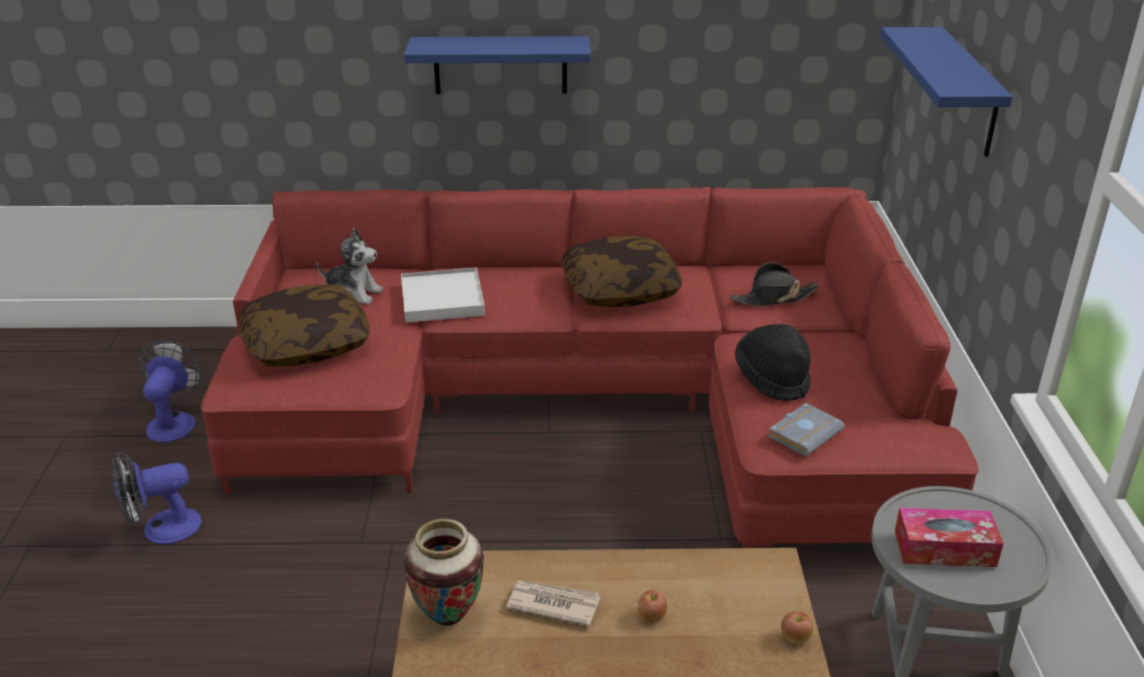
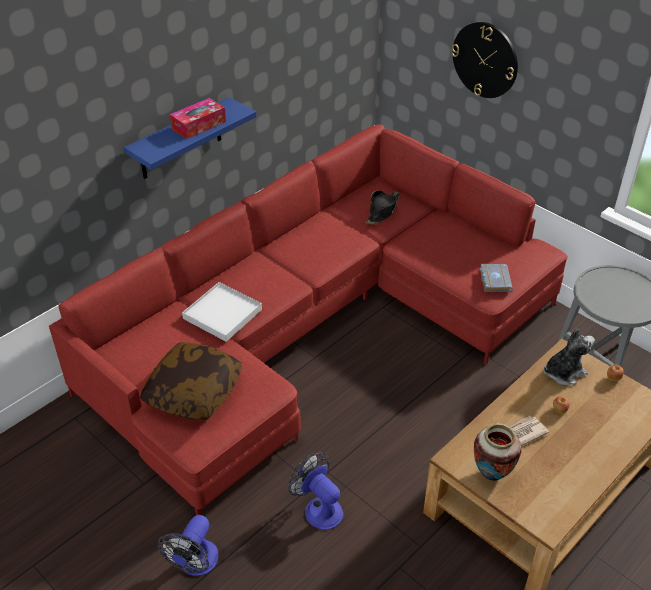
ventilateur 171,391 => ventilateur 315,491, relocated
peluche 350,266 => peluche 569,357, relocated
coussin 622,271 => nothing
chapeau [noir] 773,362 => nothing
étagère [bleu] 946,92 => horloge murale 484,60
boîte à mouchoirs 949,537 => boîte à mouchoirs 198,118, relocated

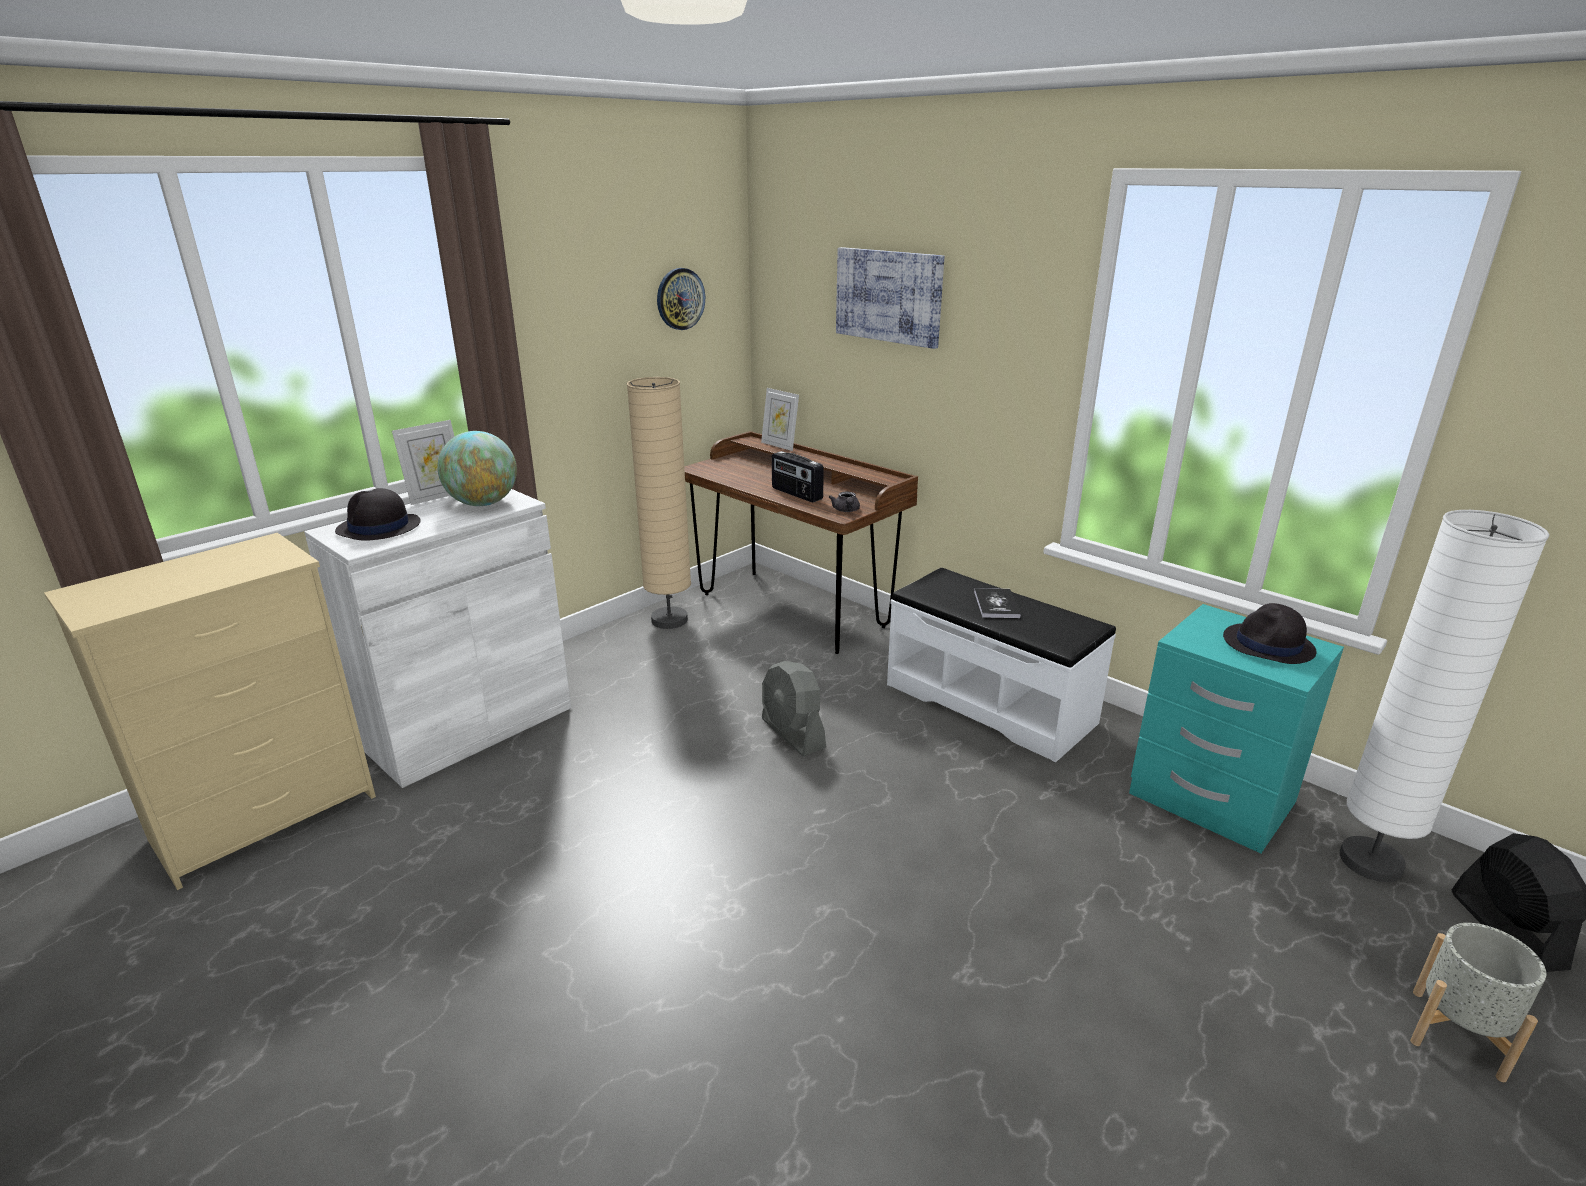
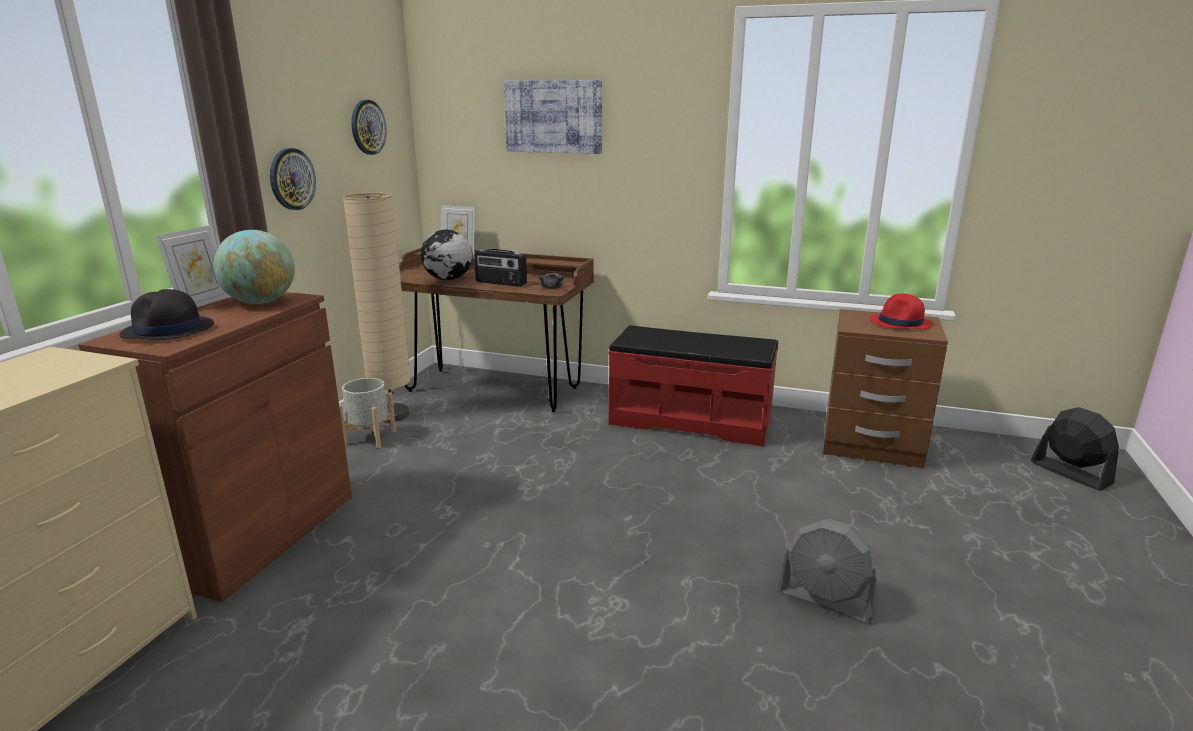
meuble de rangement [blanc] 437,638 => meuble de rangement [marron] 215,447
ventilateur [gris] 794,708 => ventilateur [gris] 827,572, relocated
banc [blanc] 1001,665 => banc [rouge] 693,386
livre 997,603 => nothing
table de chevet [turquoise] 1236,728 => table de chevet [marron] 885,388
chapeau [noir] 1270,633 => chapeau [rouge] 901,311
lampadaire [blanc] 1444,696 => nothing
cache-pot [gris] 1478,1002 => cache-pot [gris] 367,413, relocated
nothing => horloge murale 293,179
nothing => globe 447,255

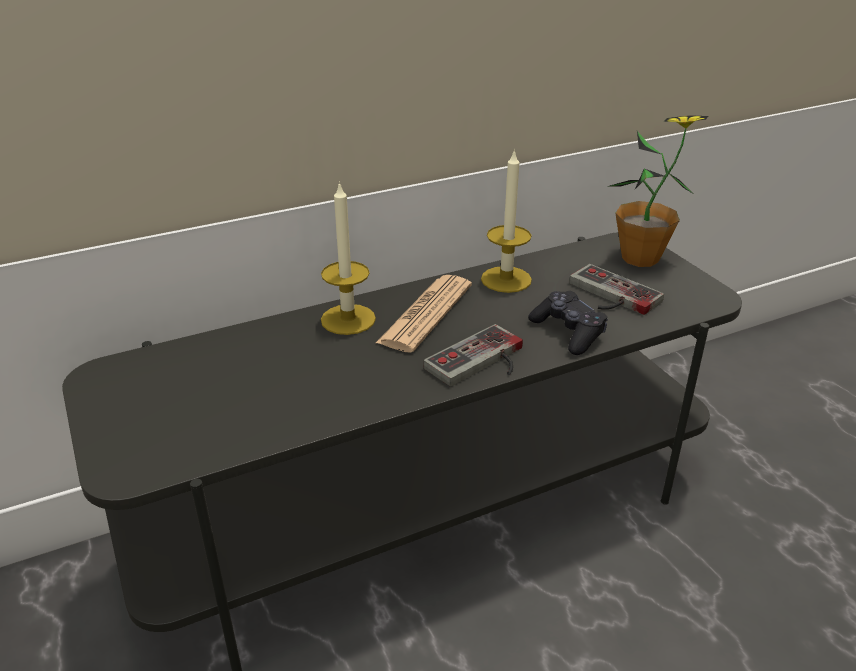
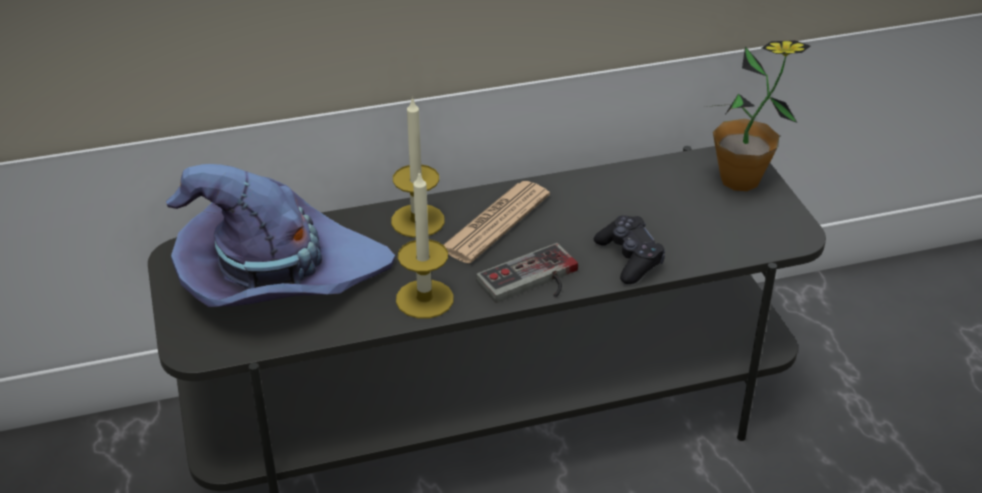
bougie 506,221 => bougie 425,245, relocated
manette 616,289 => nothing
nothing => chapeau [violet] 280,235

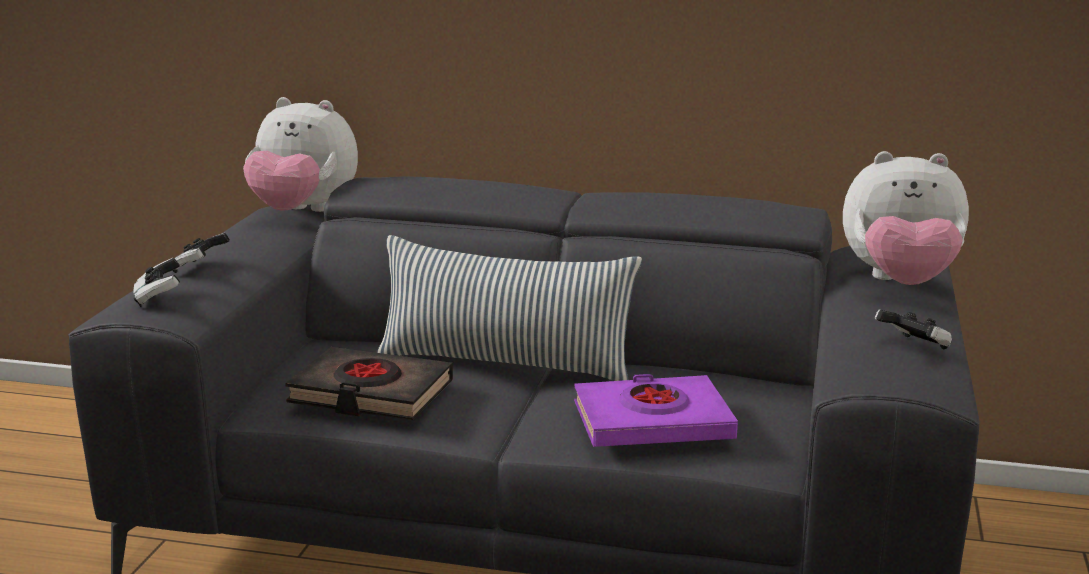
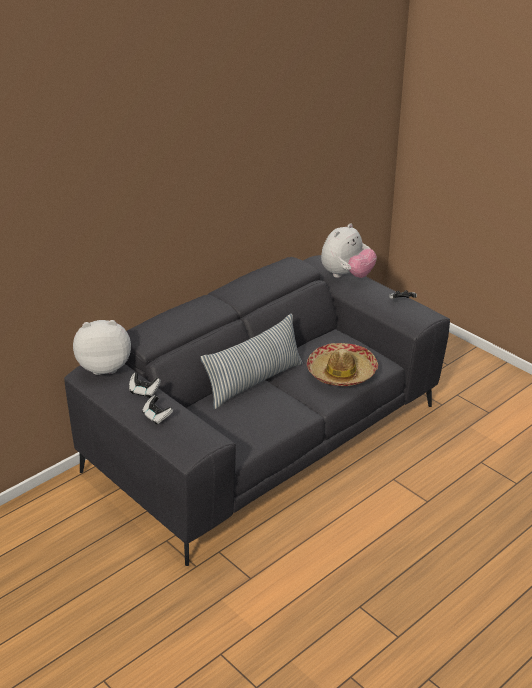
manette 156,282 => manette 145,385, relocated
peluche 300,154 => peluche 102,347, 150 degrees counterclockwise
livre [noir] 369,383 => nothing
livre [violet] 656,410 => chapeau 342,364

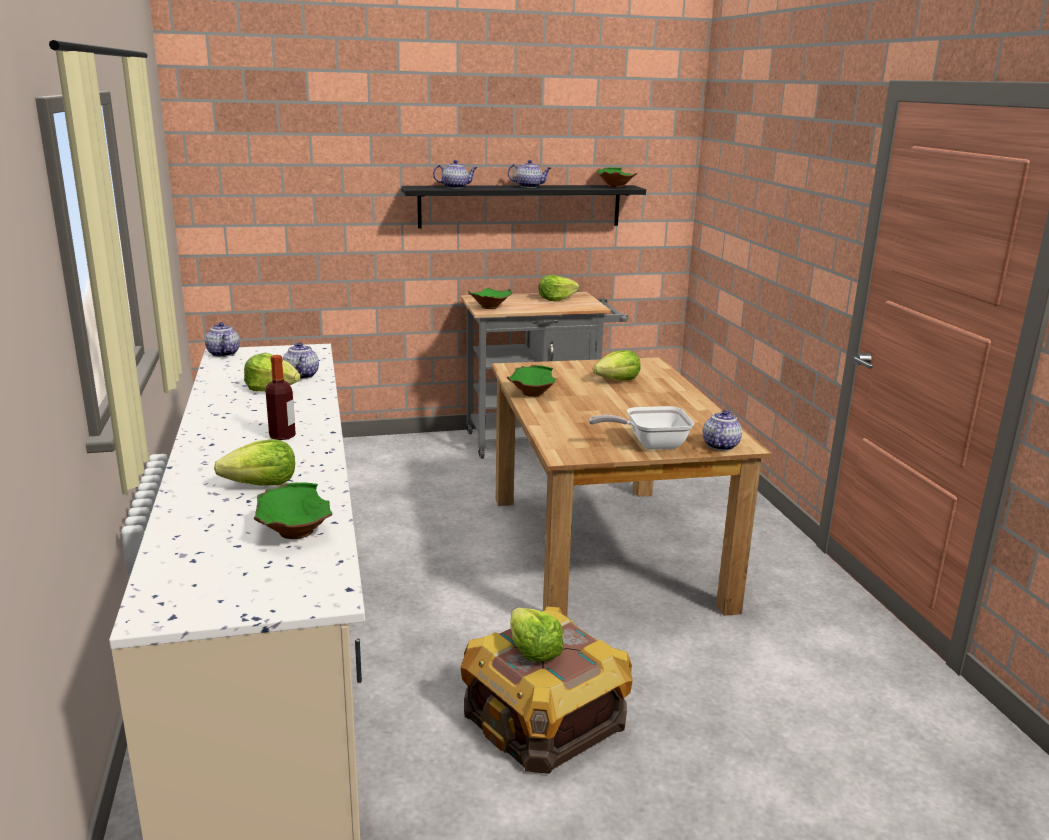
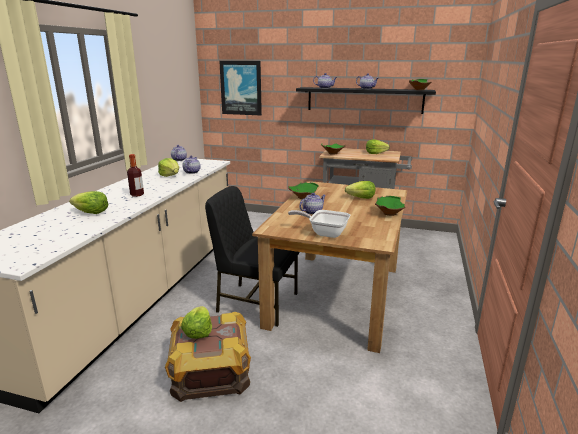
bol [vert] 293,511 => bol [vert] 390,206, relocated
théière 722,430 => théière 312,204, relocated
nothing => chaise [noir] 252,256
nothing => tableau 240,88

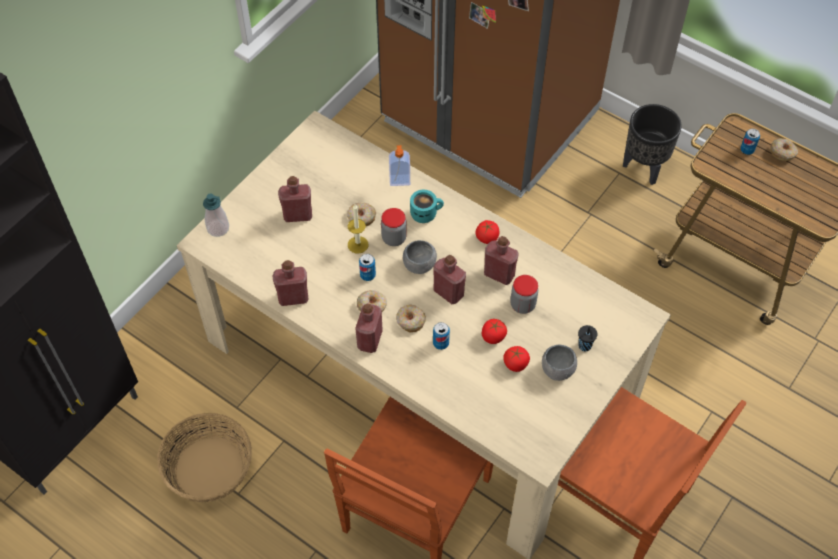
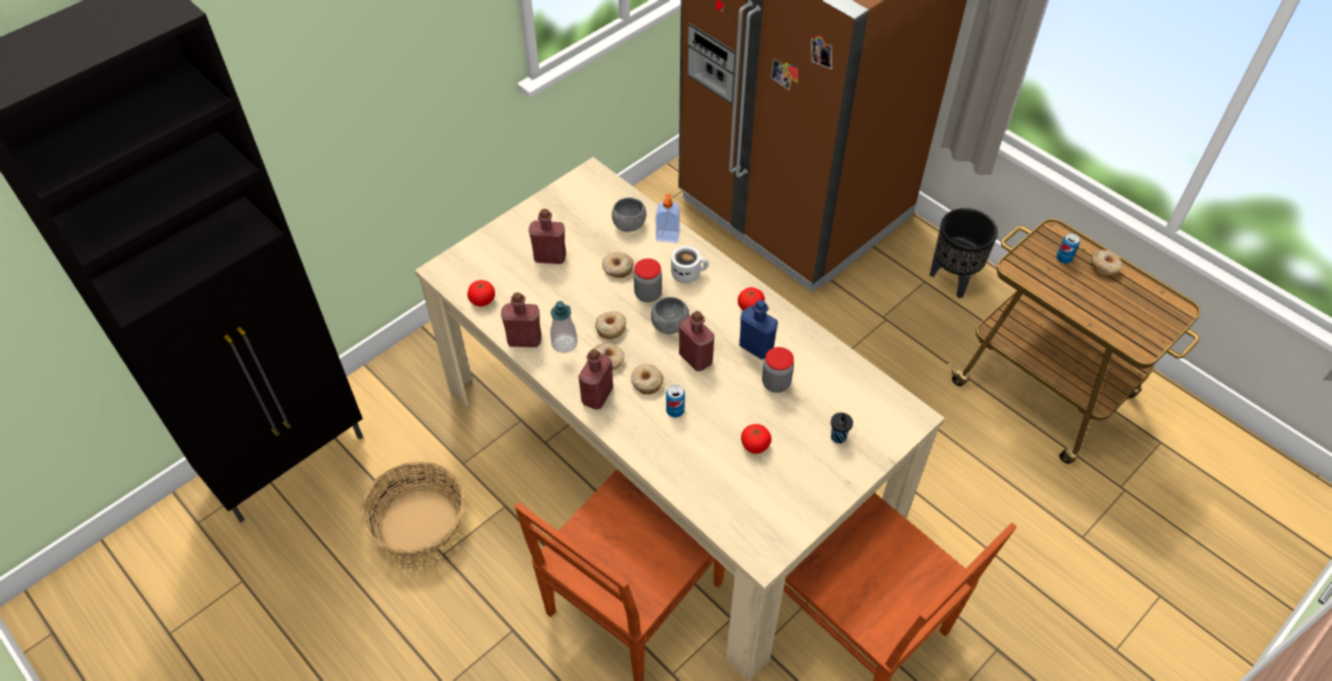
distributeur de savon 216,215 => distributeur de savon 564,327, relocated
bougie 358,229 => nothing
boîte métallique 367,267 => beignet 611,325
mug [turquoise] 427,206 => mug [blanc] 690,264
tomate 494,331 => tomate 481,293, relocated
bouteille [rouge] 501,260 => bouteille [bleu] 758,330
bol [gris] 559,363 => bol [gris] 629,214, relocated

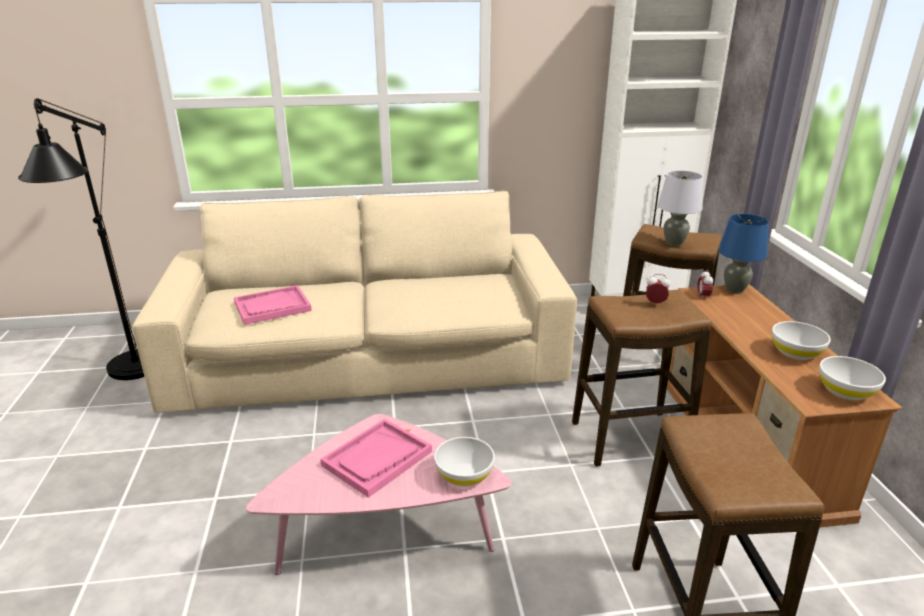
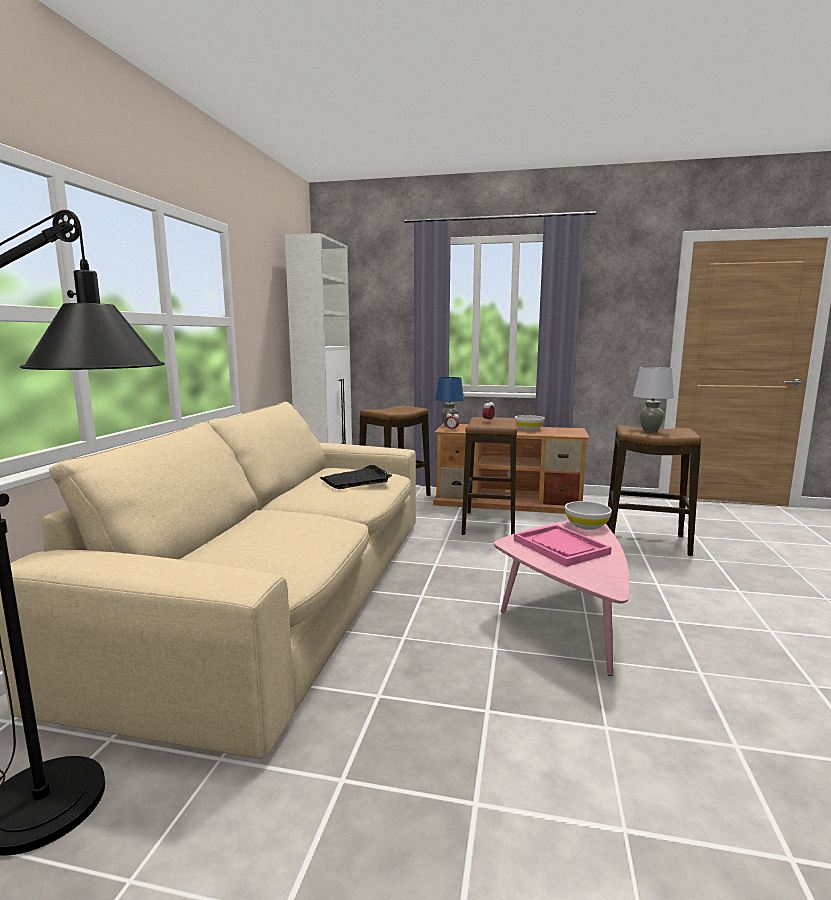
plateau [rose] 273,305 => nothing
lampe de table [gris] 680,208 => lampe de table [gris] 653,399, relocated
bol [blanc] 852,378 => nothing
nothing => plateau [noir] 355,477

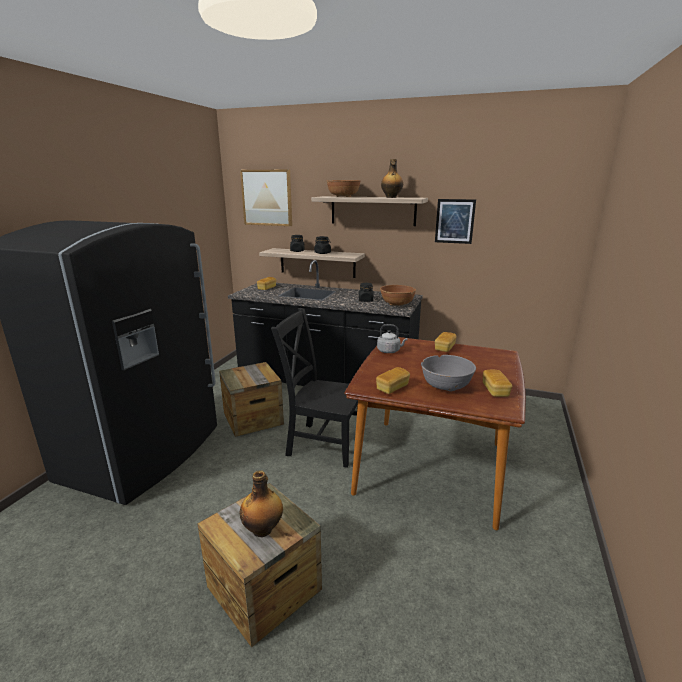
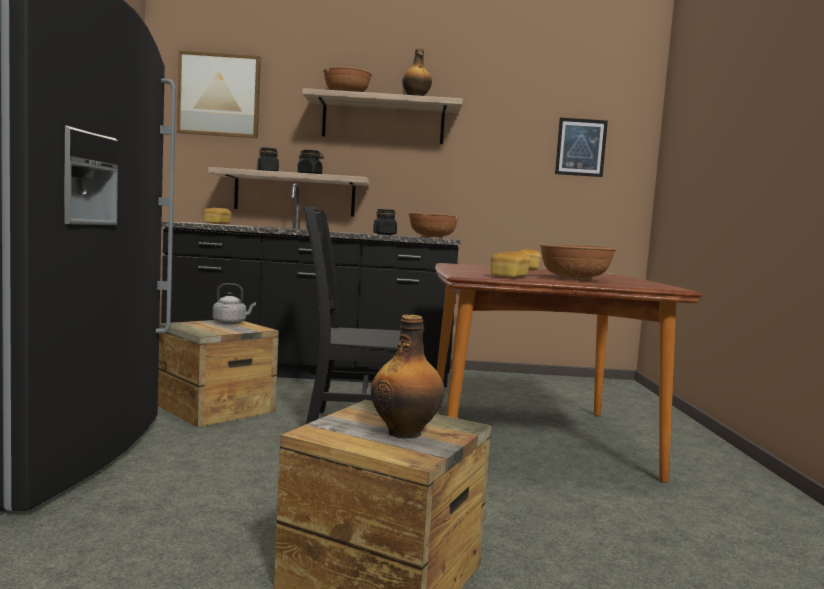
bouilloire [gris] 392,338 => bouilloire [gris] 234,303, relocated
bol [gris] 448,373 => bol [marron] 578,262
tableau 455,221 => tableau 581,147, relocated
pain 497,383 => nothing

